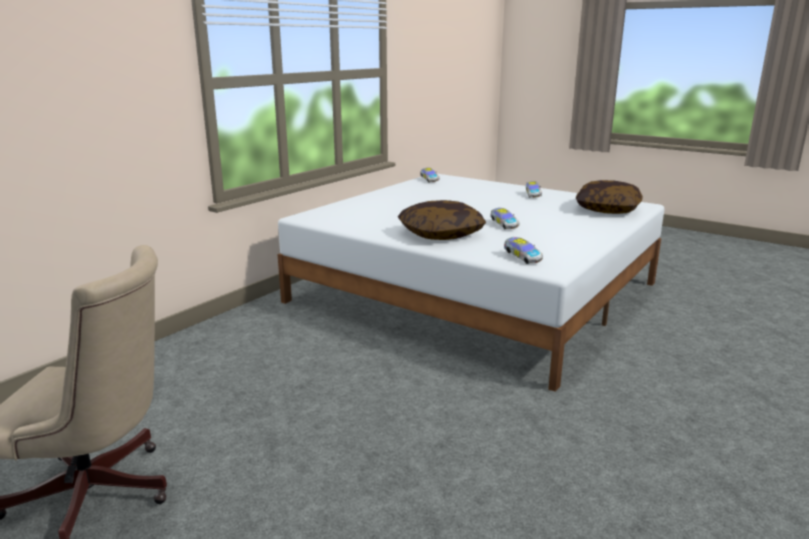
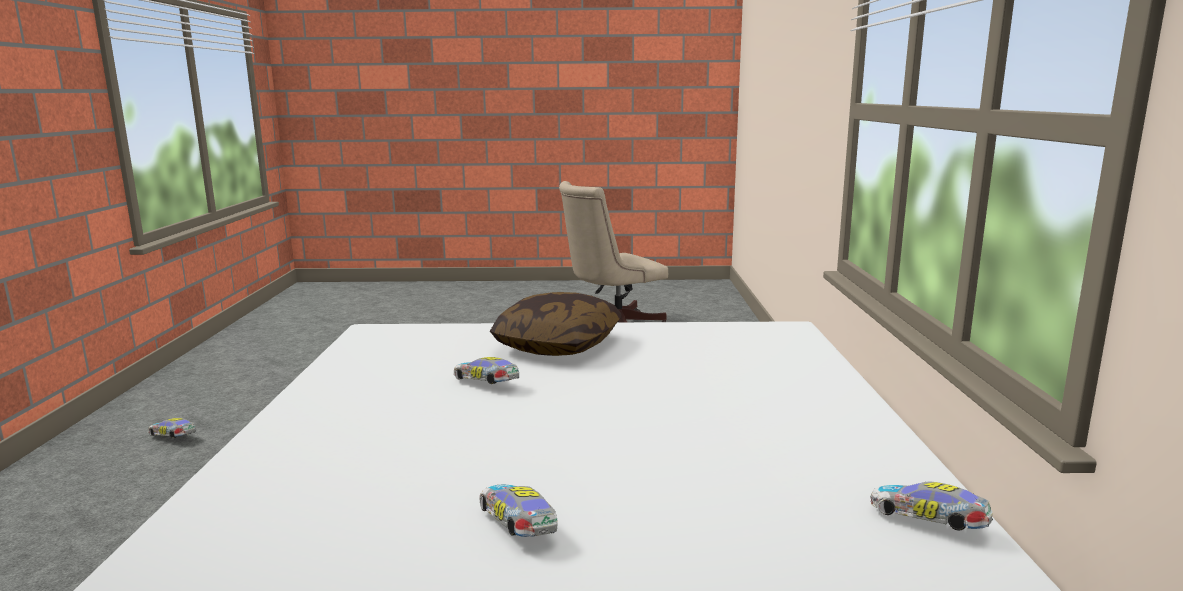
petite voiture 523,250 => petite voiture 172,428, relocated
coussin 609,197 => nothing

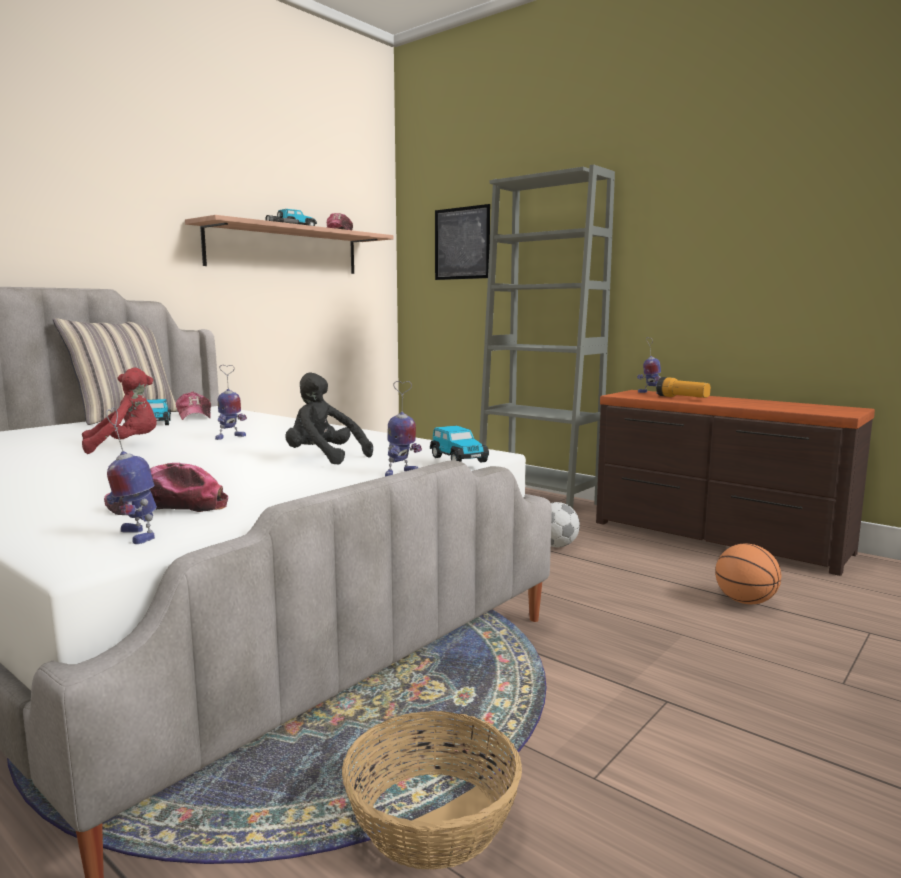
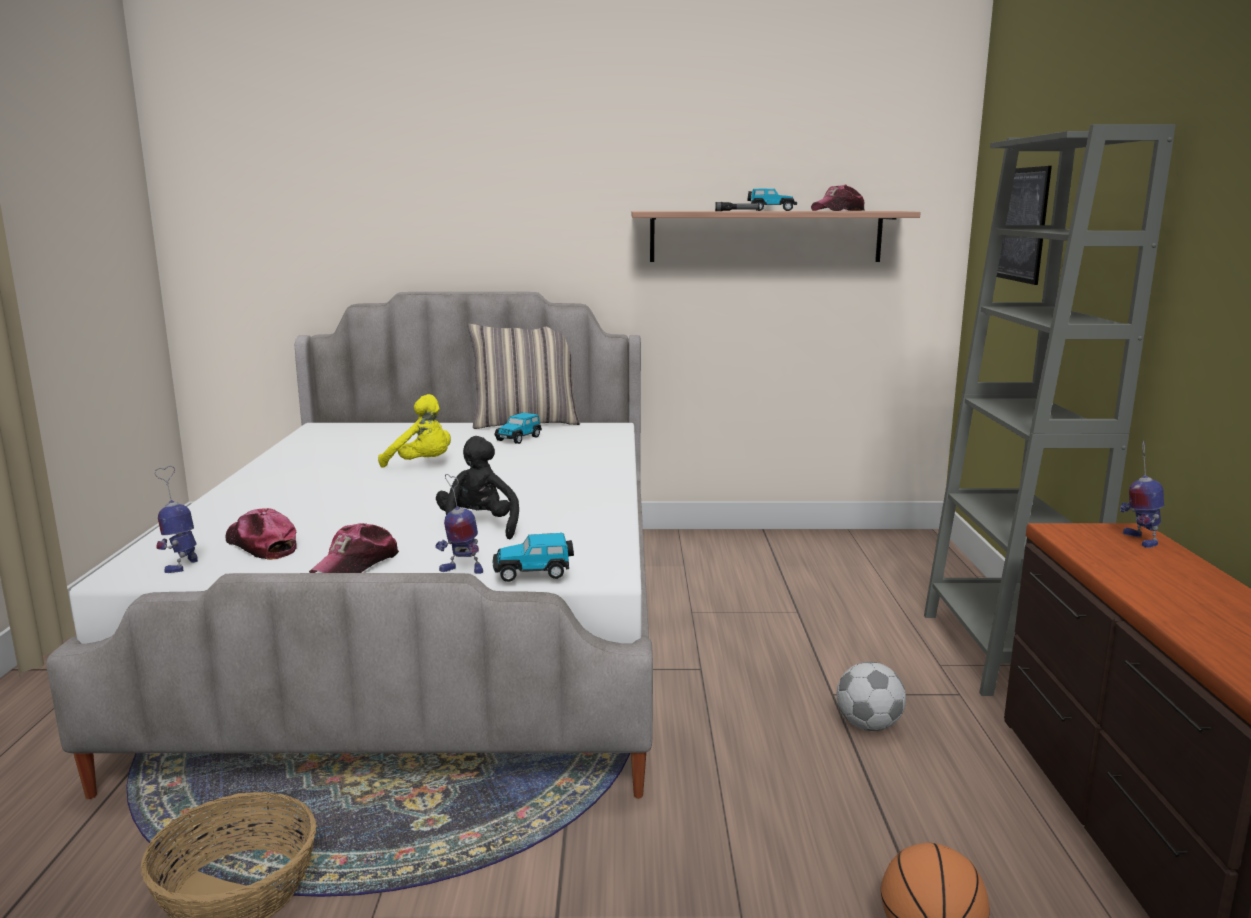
peluche [rouge] 119,411 => peluche [jaune] 414,431
casquette 193,406 => casquette 354,548, relocated
robot jouet 231,402 => nothing
petite voiture 459,444 => petite voiture 533,557, 60 degrees clockwise
lampe de poche 683,387 => nothing

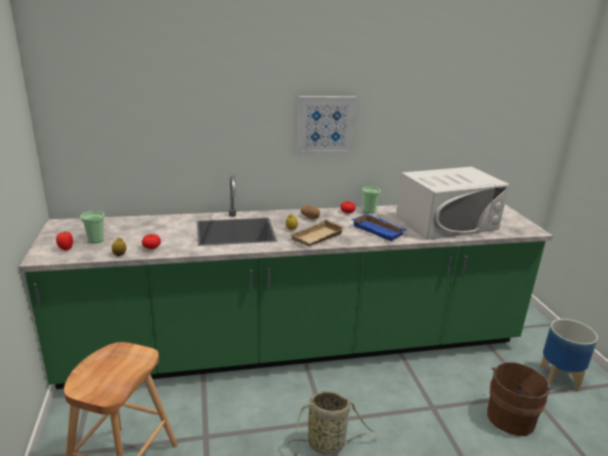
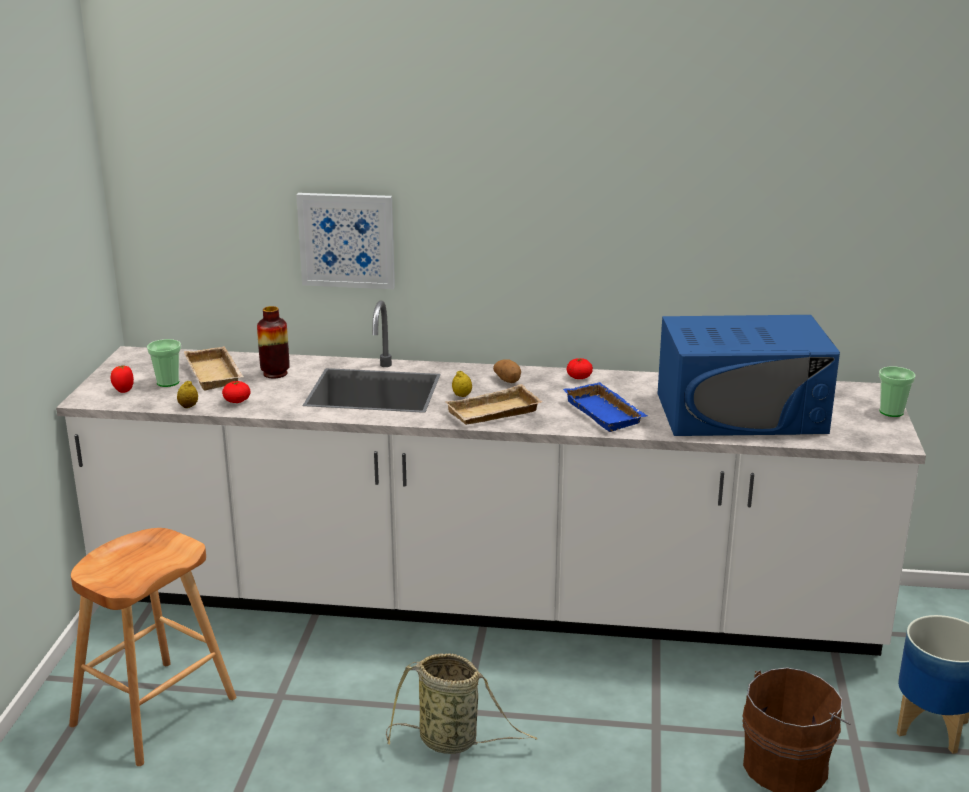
comptoir de cuisine [vert] 286,282 => comptoir de cuisine [blanc] 491,478
tableau 326,125 => tableau 345,241, relocated
tasse 371,199 => tasse 897,391, relocated
micro-ondes [blanc] 452,203 => micro-ondes [bleu] 749,375
nothing => plateau [beige] 214,368
nothing => vase 273,342

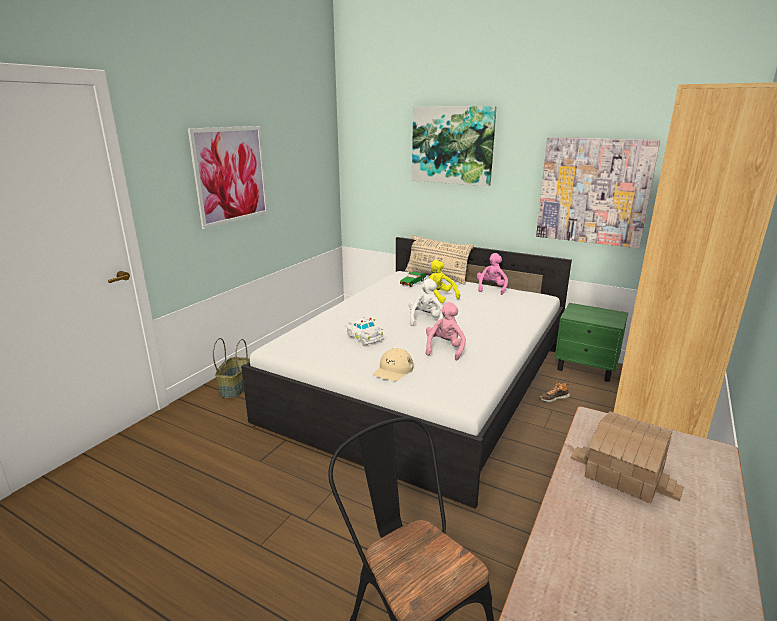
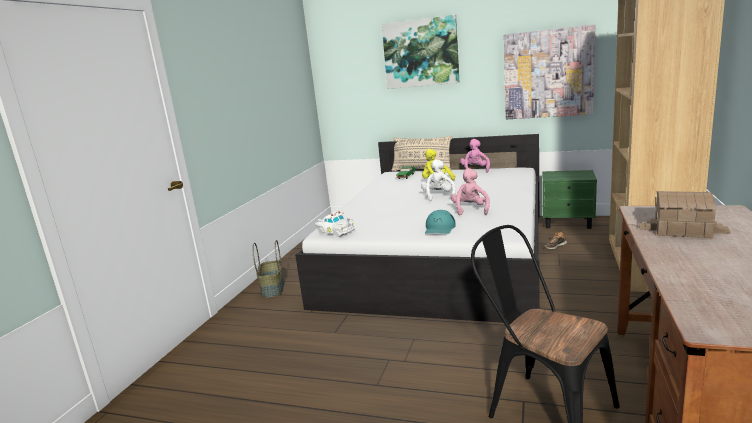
tableau 228,177 => nothing
petite voiture [blanc] 364,331 => petite voiture [blanc] 335,224, relocated
casquette [beige] 393,364 => casquette [turquoise] 440,222

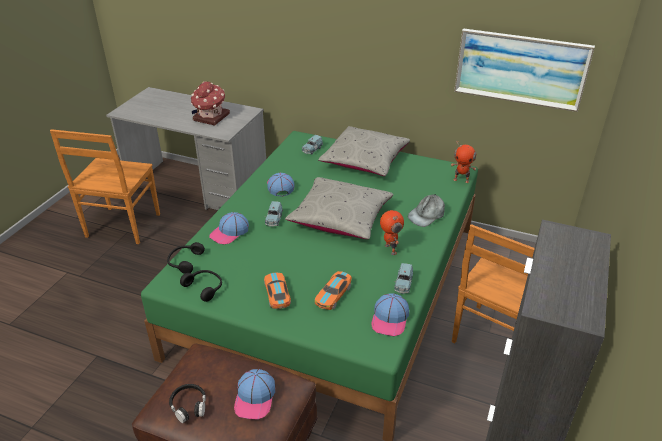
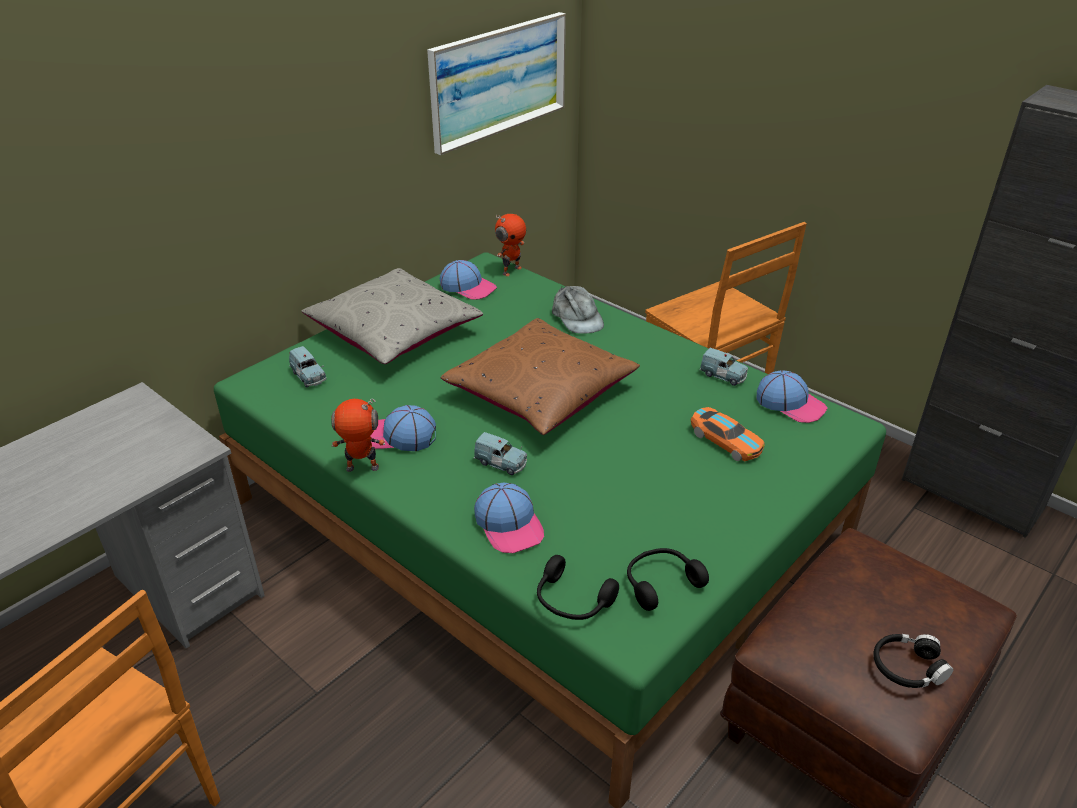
maison miniature 210,103 => nothing
casquette 254,394 => casquette 468,280, relocated
petite voiture 277,291 => nothing
coussin [gris] 339,208 => coussin [marron] 540,376
robot jouet 392,232 => robot jouet 358,435, relocated

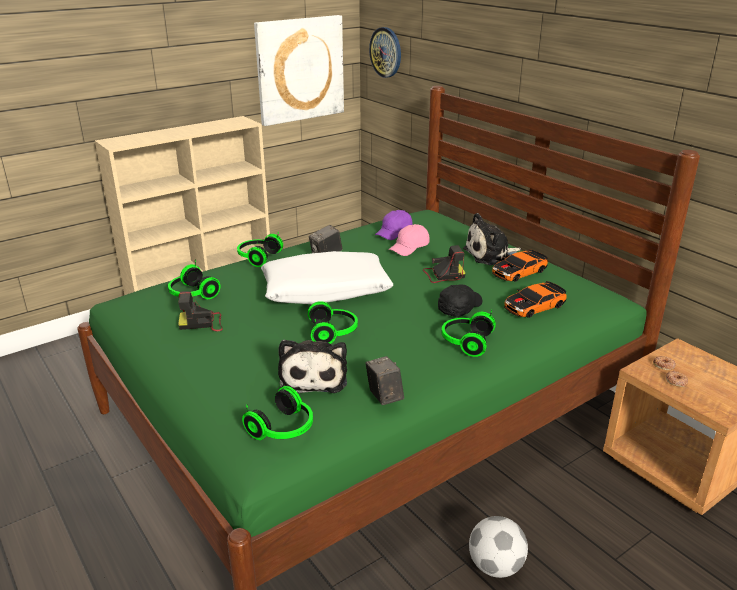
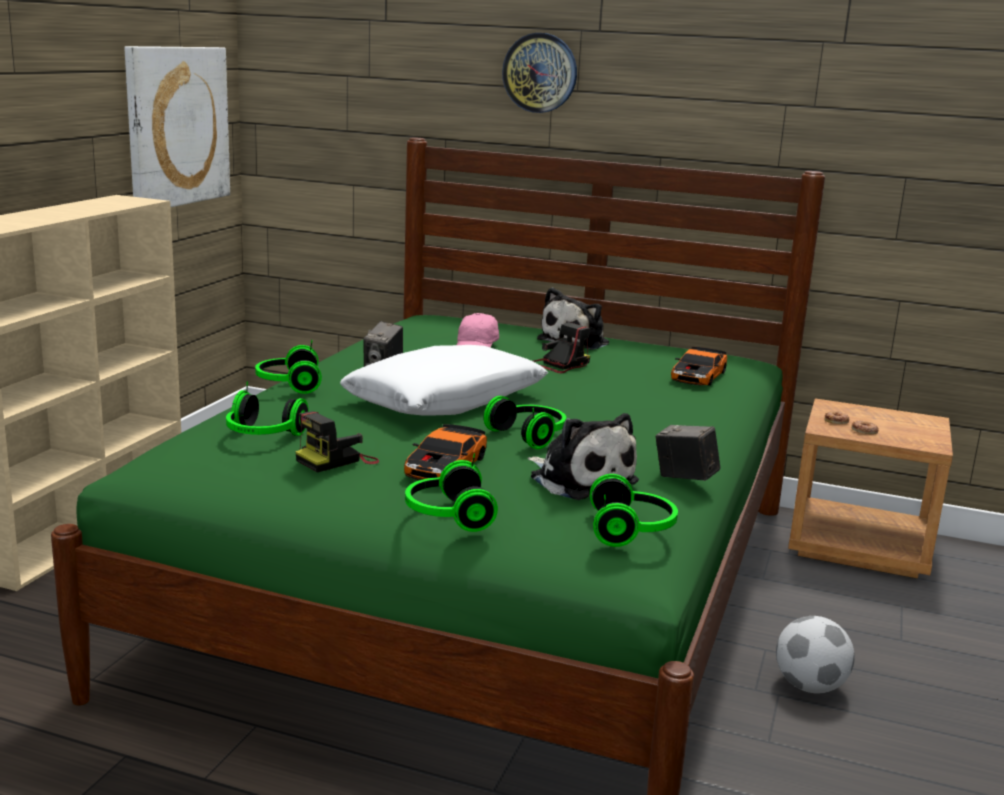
horloge murale 385,52 => horloge murale 539,73, relocated
casquette [violet] 394,225 => nothing
casquette [noir] 460,300 => nothing
casque audio 469,333 => casque audio 451,492, relocated
petite voiture 520,265 => petite voiture 445,452, relocated

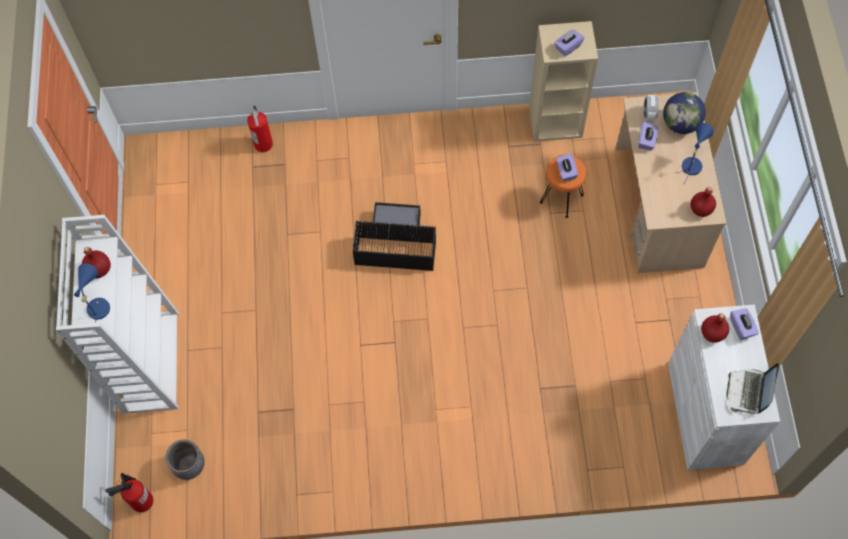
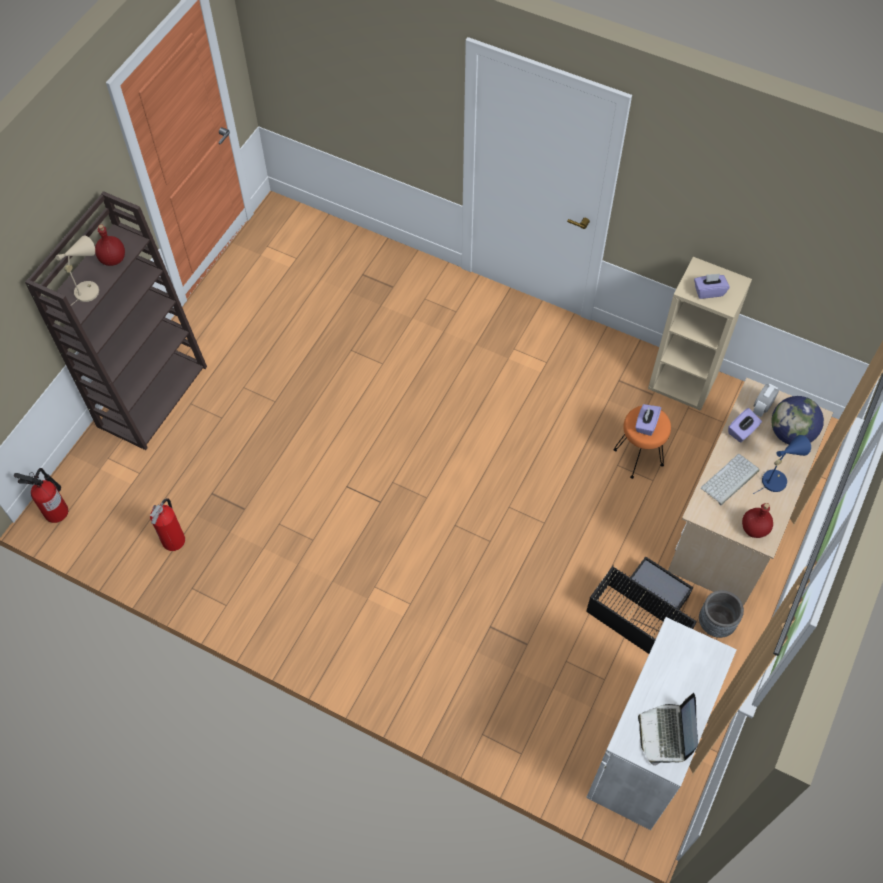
bibliothèque [blanc] 117,314 => bibliothèque [marron] 116,320
lampe de table [bleu] 92,293 => lampe de table [beige] 77,270
cache-pot [gris] 185,460 => cache-pot [gris] 721,614, relocated
extincteur 260,128 => extincteur 167,524, relocated
boîte de rangement [noir] 394,236 => boîte de rangement [noir] 641,605, relocated
bouteille [rouge] 715,328 => nothing
ordinateur portable 752,388 => ordinateur portable 668,729, 45 degrees counterclockwise
boîte à mouchoirs [violet] 744,324 => nothing
nothing => clavier 730,479

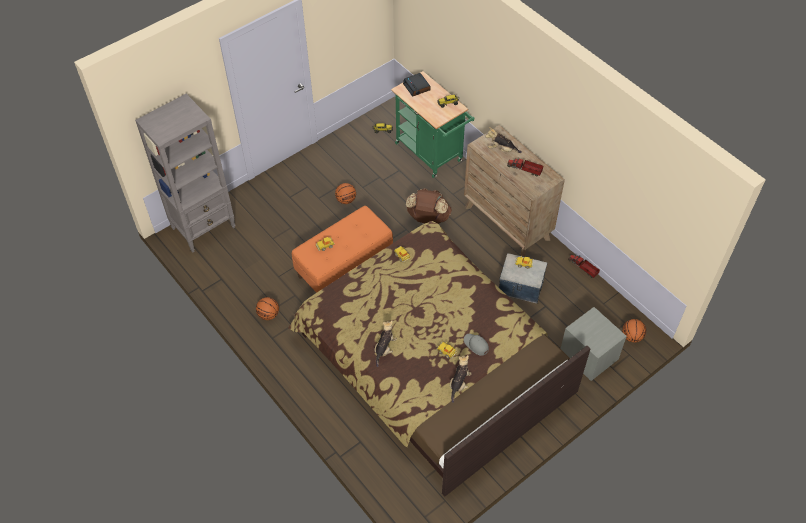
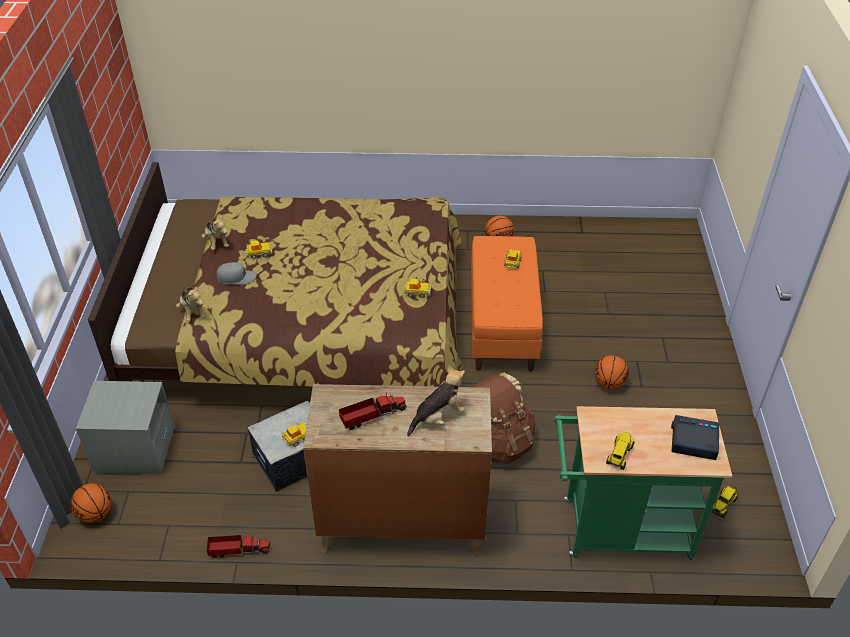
bibliothèque [gris] 185,173 => nothing
peluche 386,343 => peluche 190,303, relocated

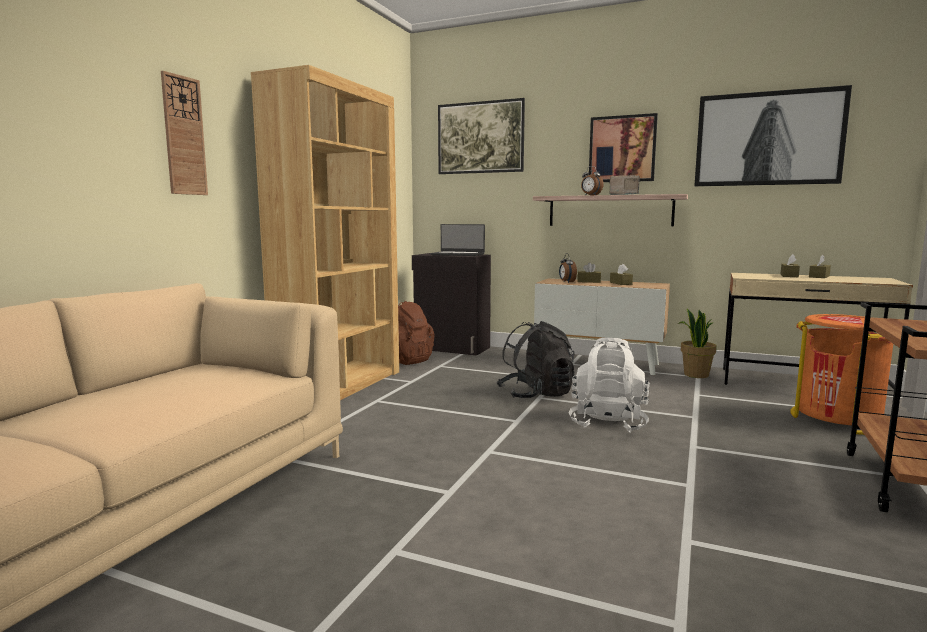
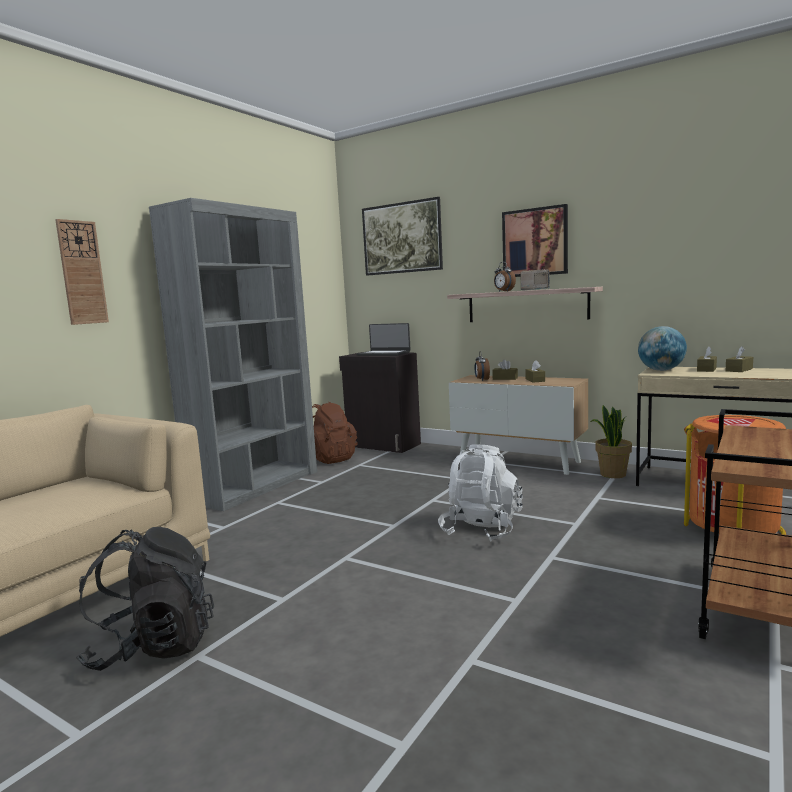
bibliothèque [marron] 325,232 => bibliothèque [gris] 233,354
sac à dos [noir] 536,359 => sac à dos [noir] 145,599, relocated
tableau 773,135 => nothing
nothing => globe 662,348

